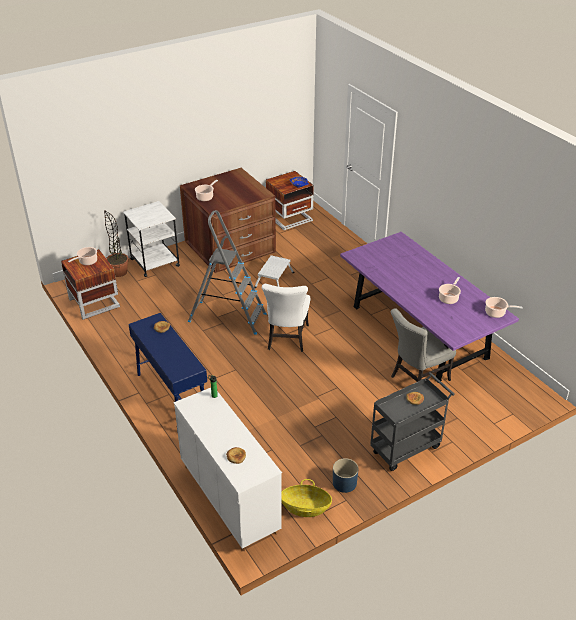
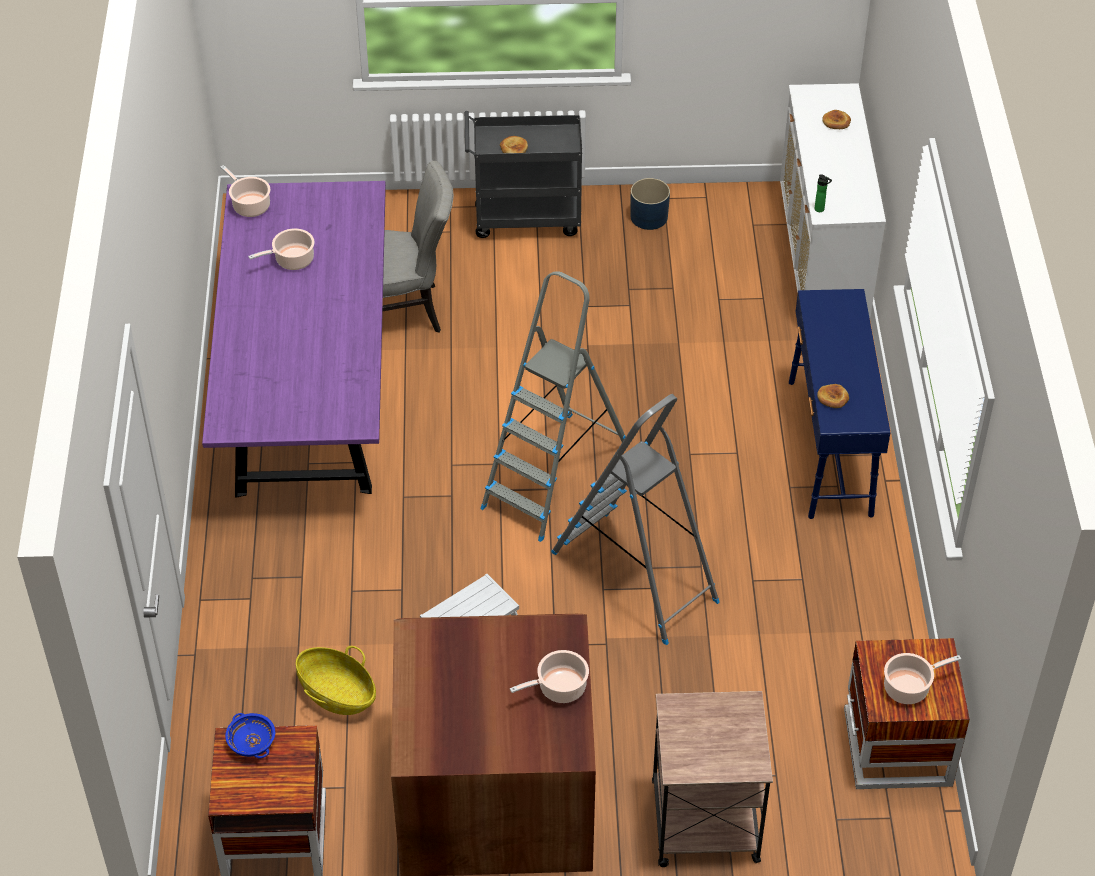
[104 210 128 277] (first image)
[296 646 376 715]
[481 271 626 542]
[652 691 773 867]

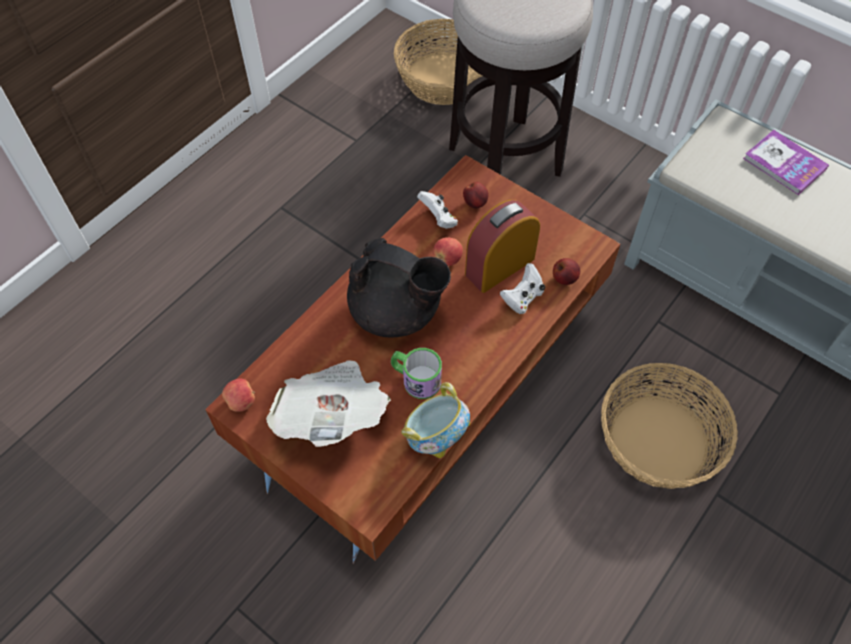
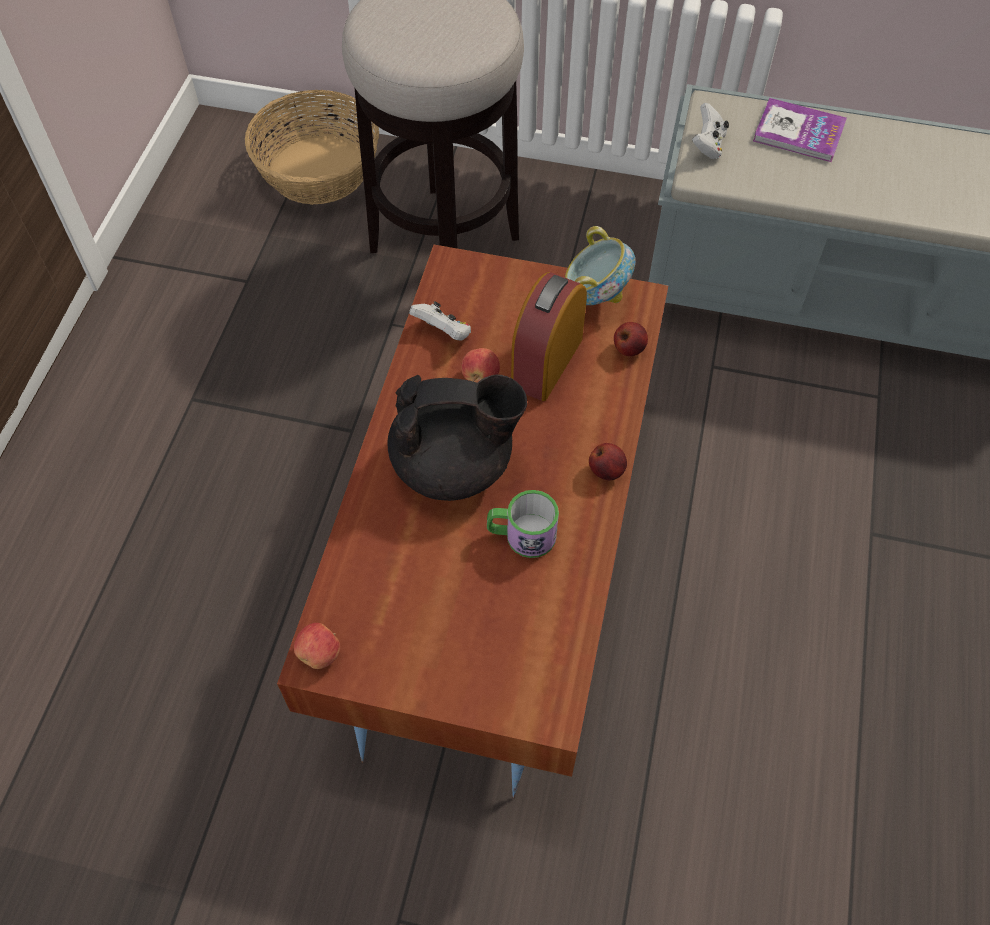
[266 360 391 447] (first image)
[601 363 738 489] (first image)
[565 226 635 305]
[589 443 627 480]
[692 103 729 159]

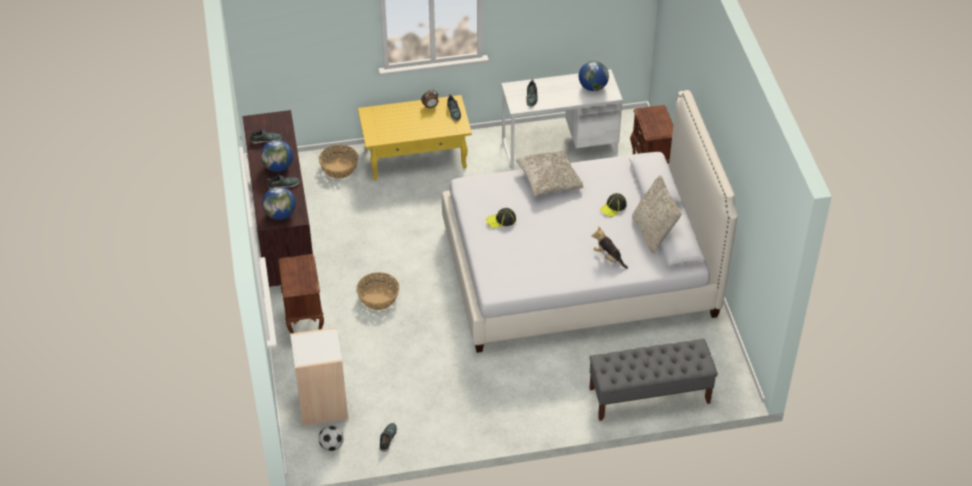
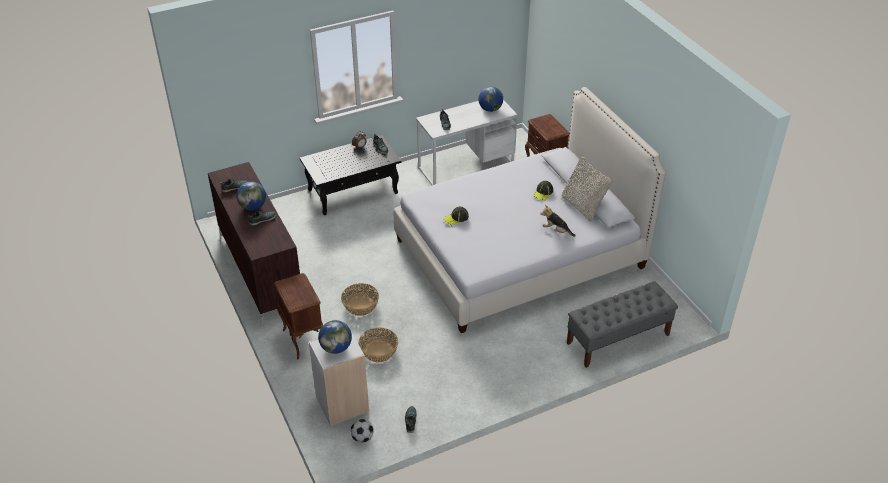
[515 151 584 196] (first image)
[318 320 352 354]
[358 327 398 362]
[300 135 401 215]

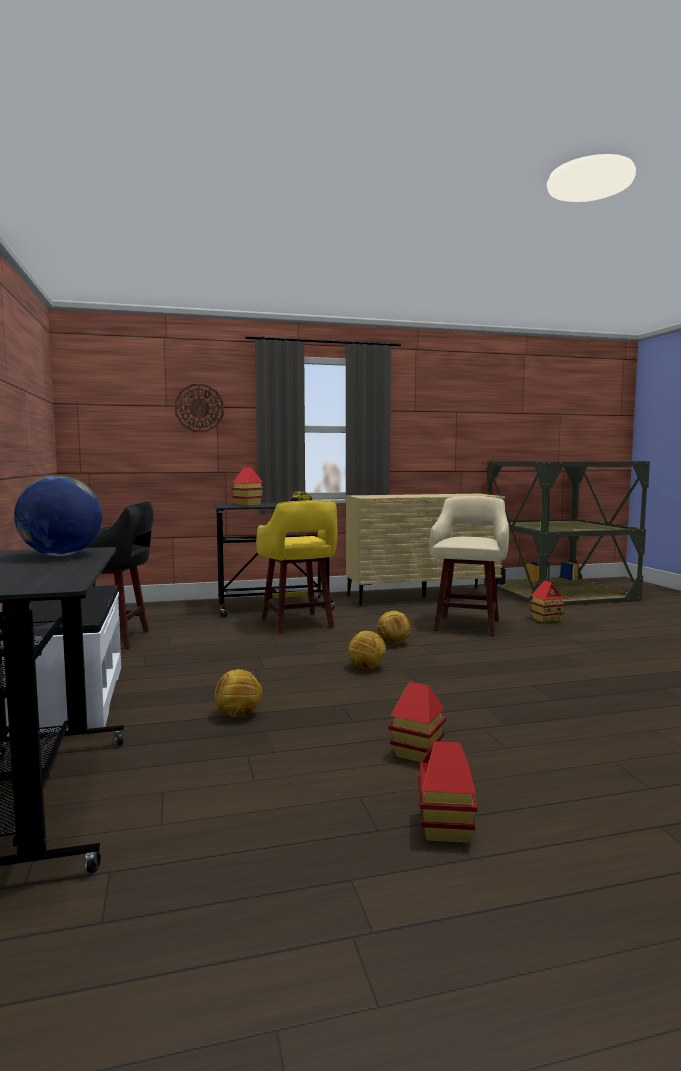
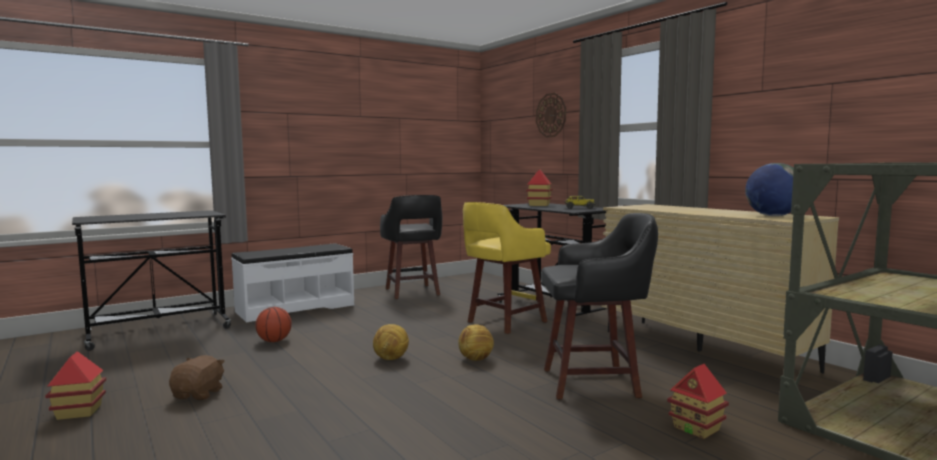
[745 163 794 216]
[255 307 292 342]
[169 355 225 400]
[541 213 658 400]

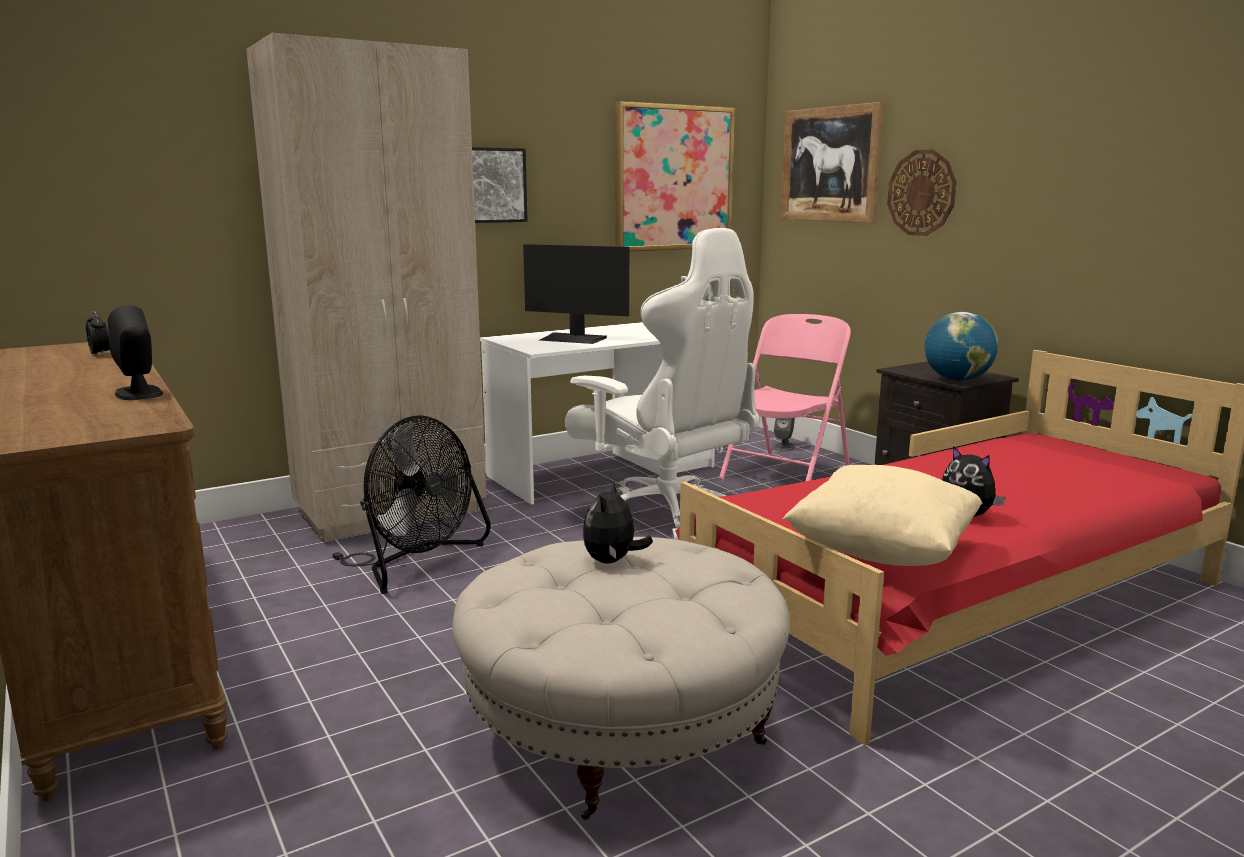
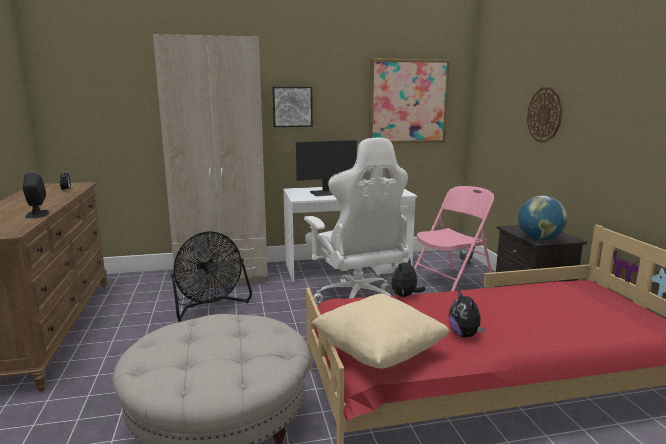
[781 102 884 223] (first image)
[392 258 426 297]
[296 140 357 196]

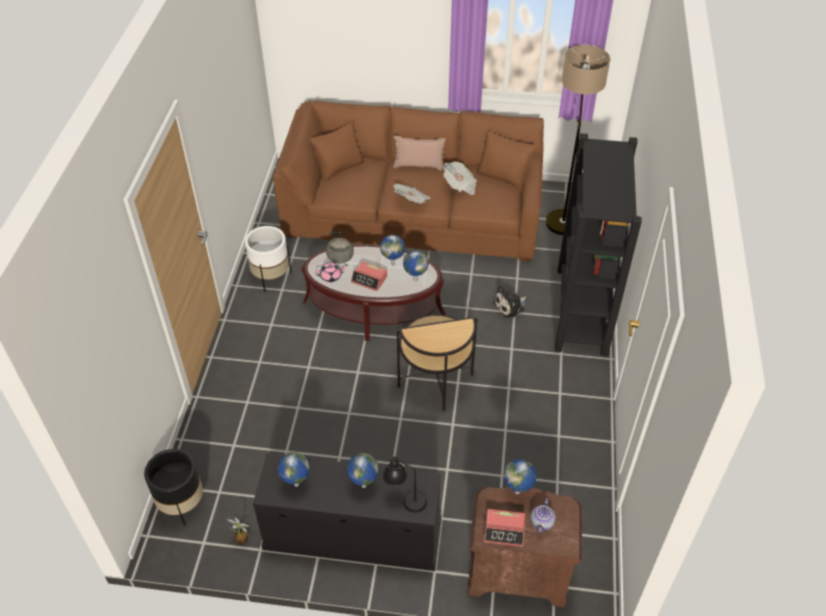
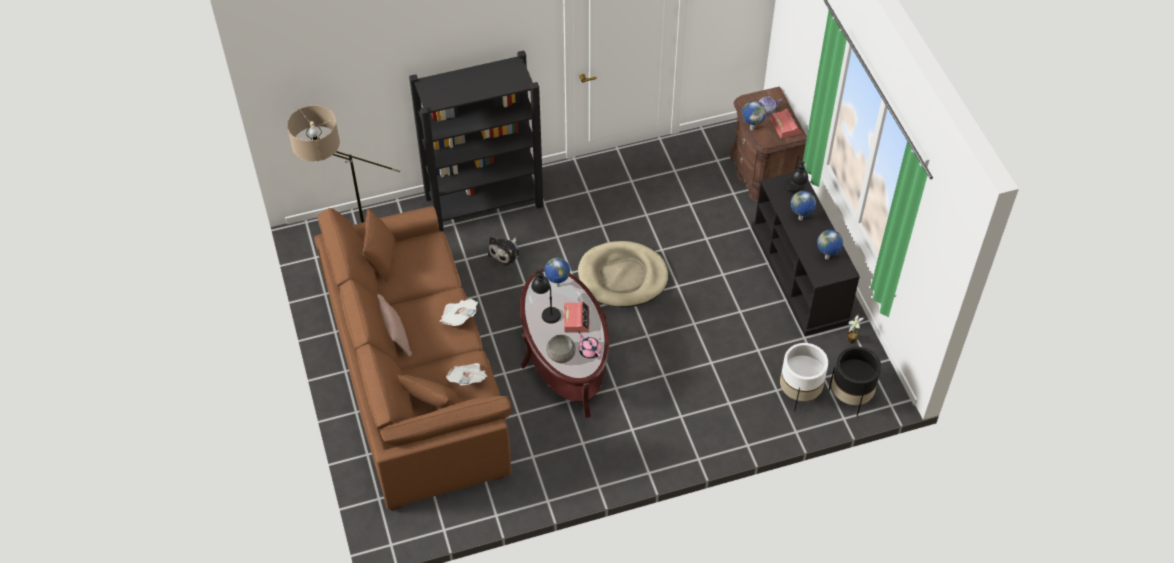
[780 343 828 412]
[446 363 487 385]
[531 269 561 324]
[578 241 668 307]
[488 237 520 266]

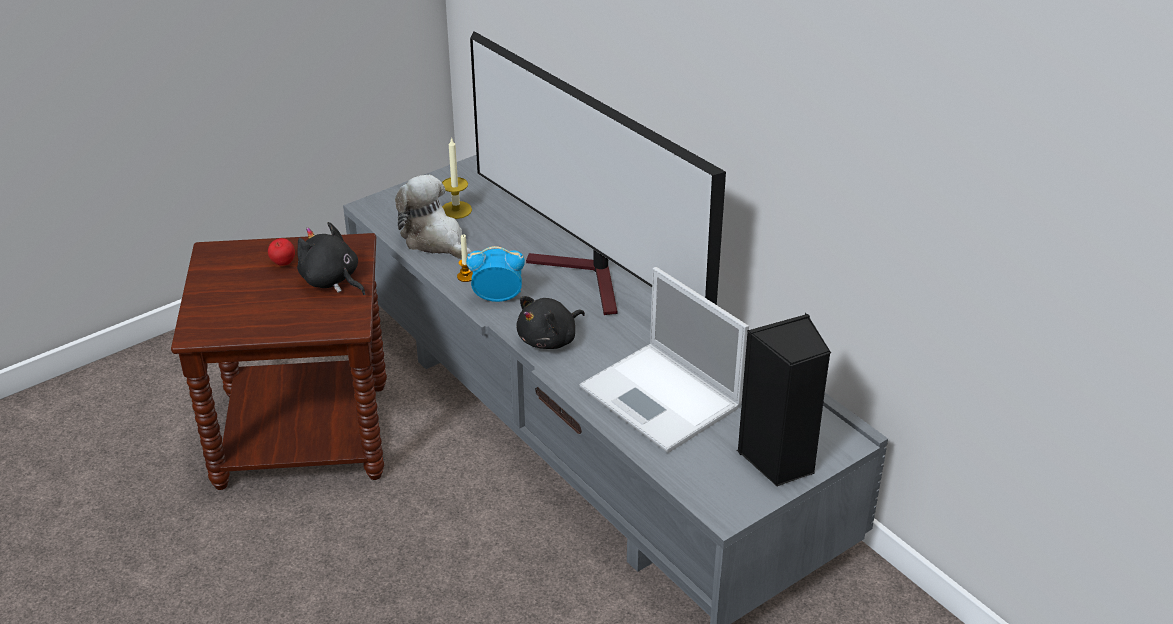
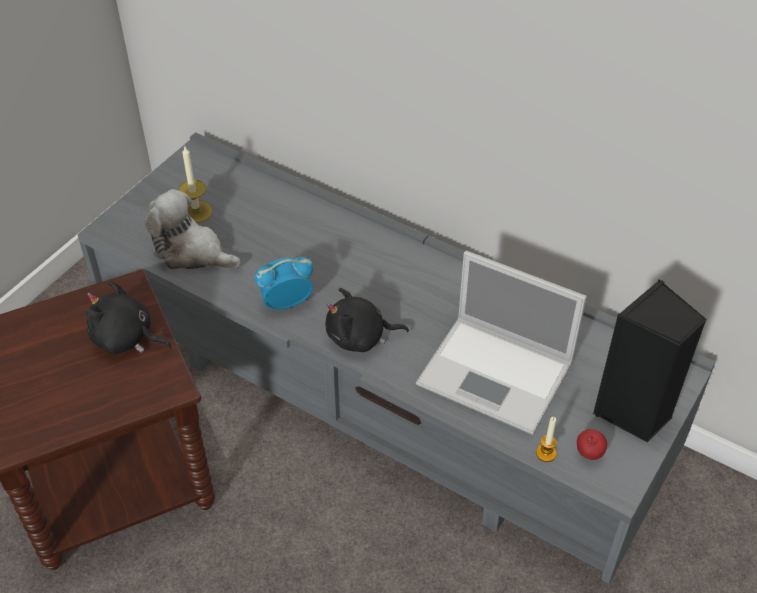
[470 31 726 315] (first image)
[577 429 607 460]
[536 417 557 462]
[325 288 409 352]

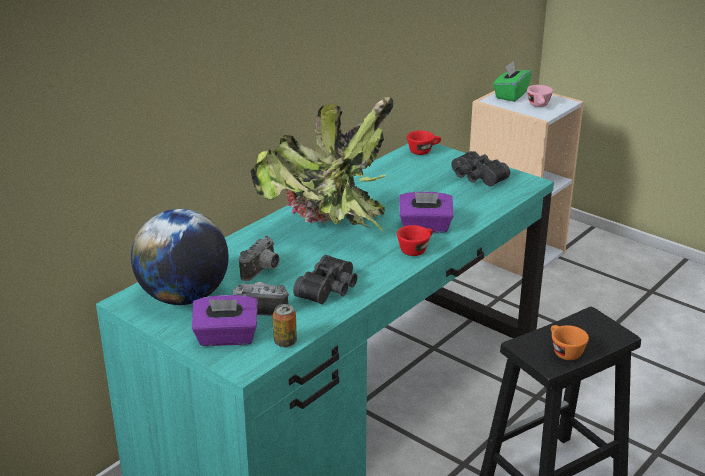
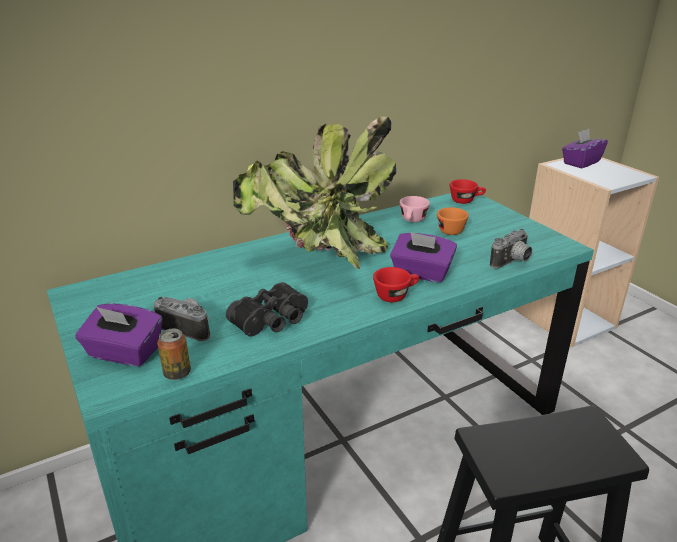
[131 209 229 305] (first image)
[451 151 510 186] (first image)
[490 229 532 269]
[400 196 430 222]
[437 207 469 235]
[562 129 608 169]

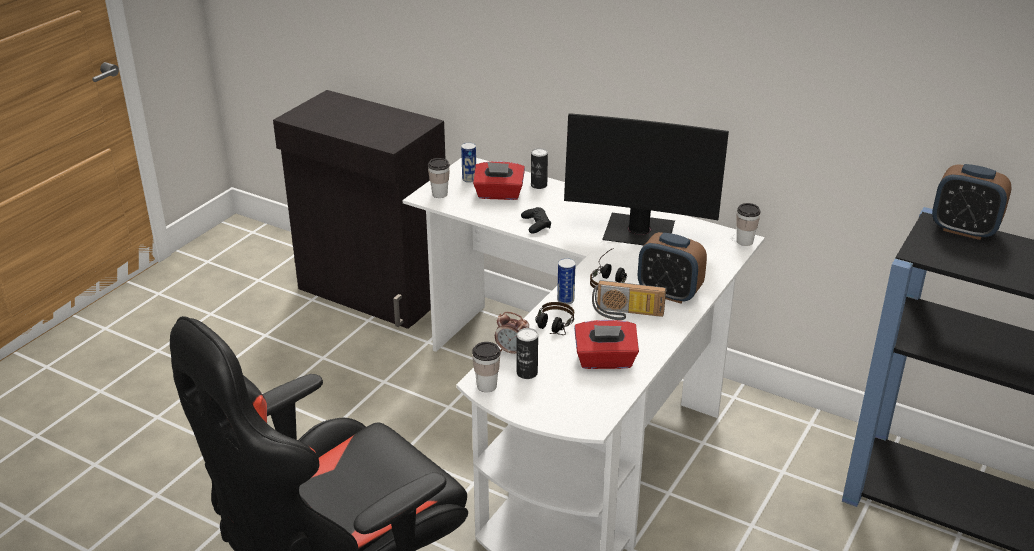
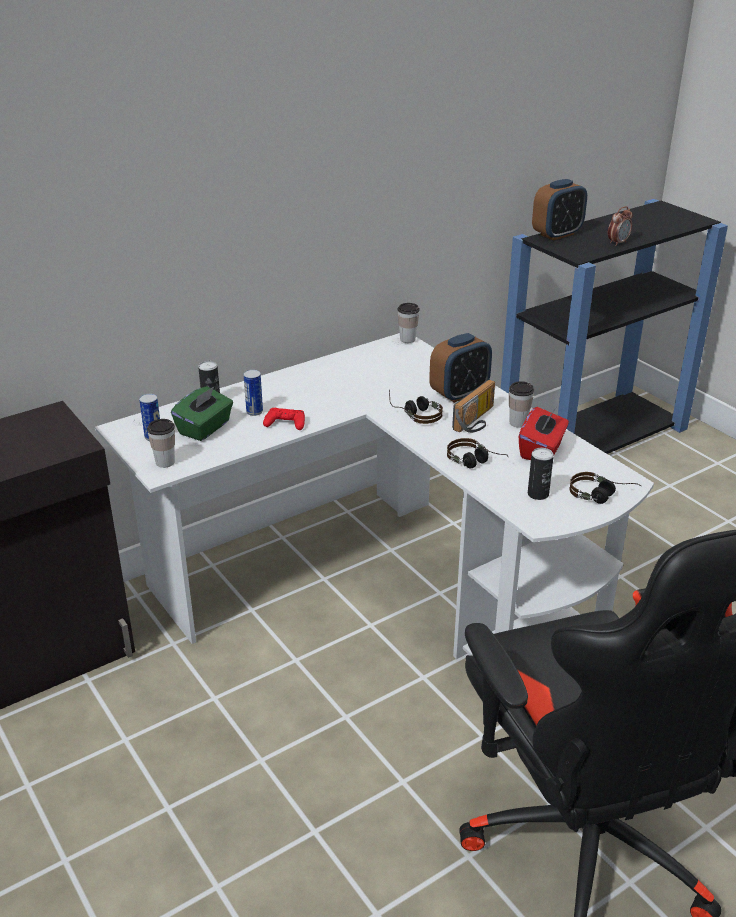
[564 113 729 245] (first image)
[569 472 641 504]
[509 381 534 428]
[608 206 633 246]
[243 370 263 416]
[171 386 233 441]
[263 408 305 430]

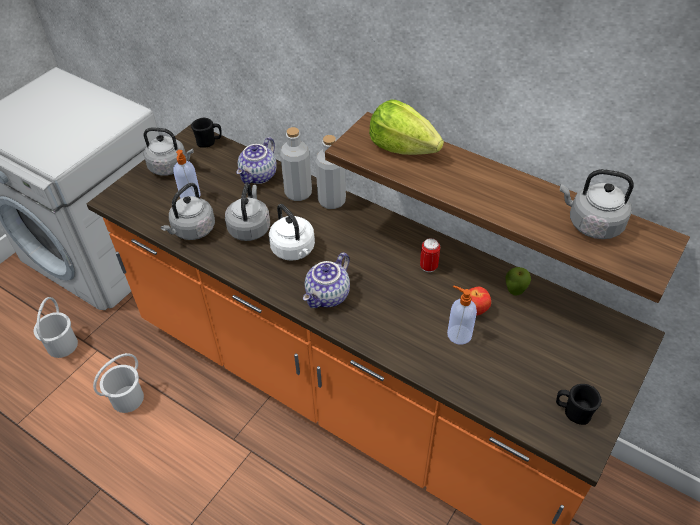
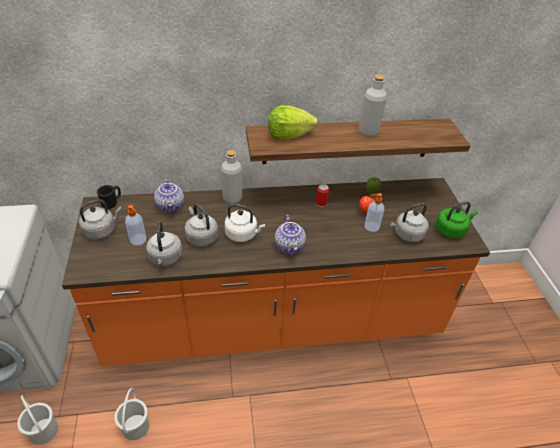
[358 75 387 137]
[390 203 429 242]
[436 201 478 238]

